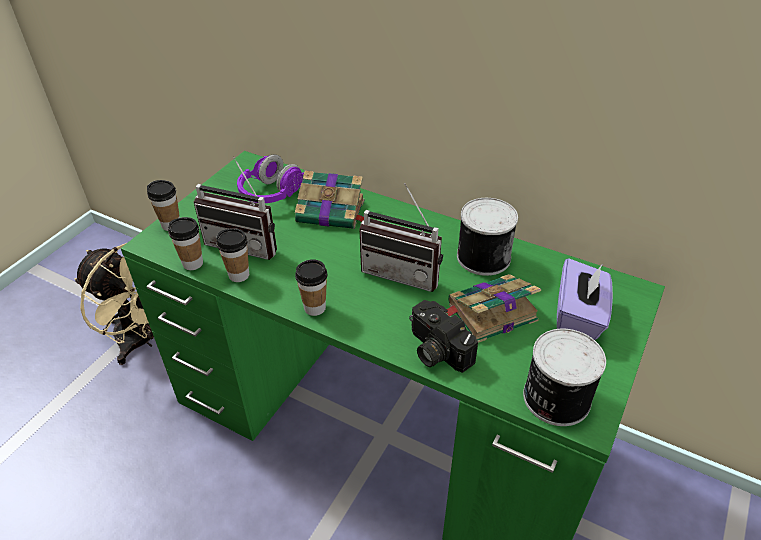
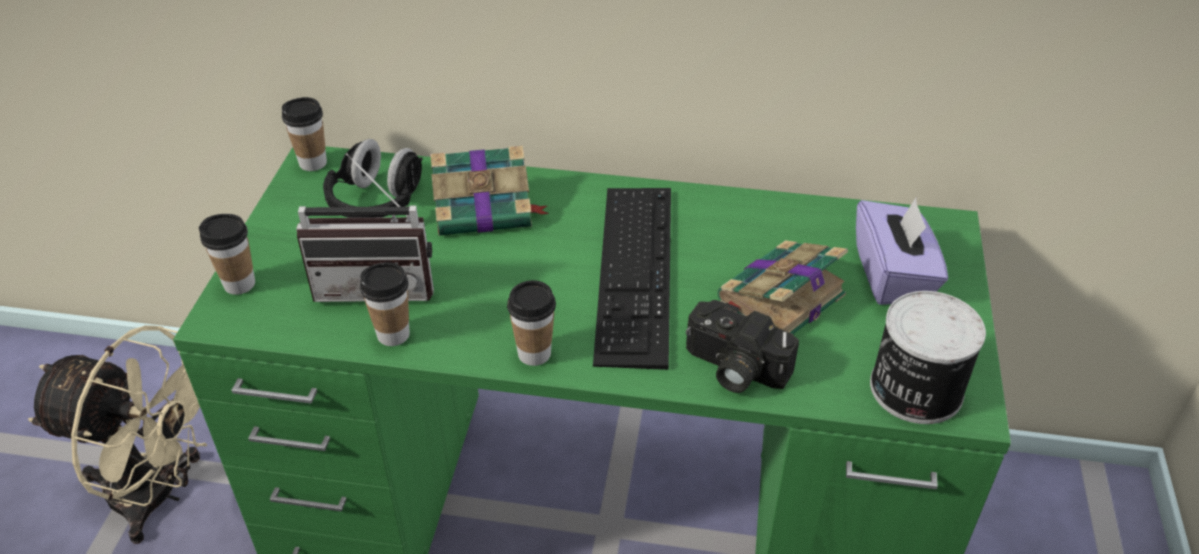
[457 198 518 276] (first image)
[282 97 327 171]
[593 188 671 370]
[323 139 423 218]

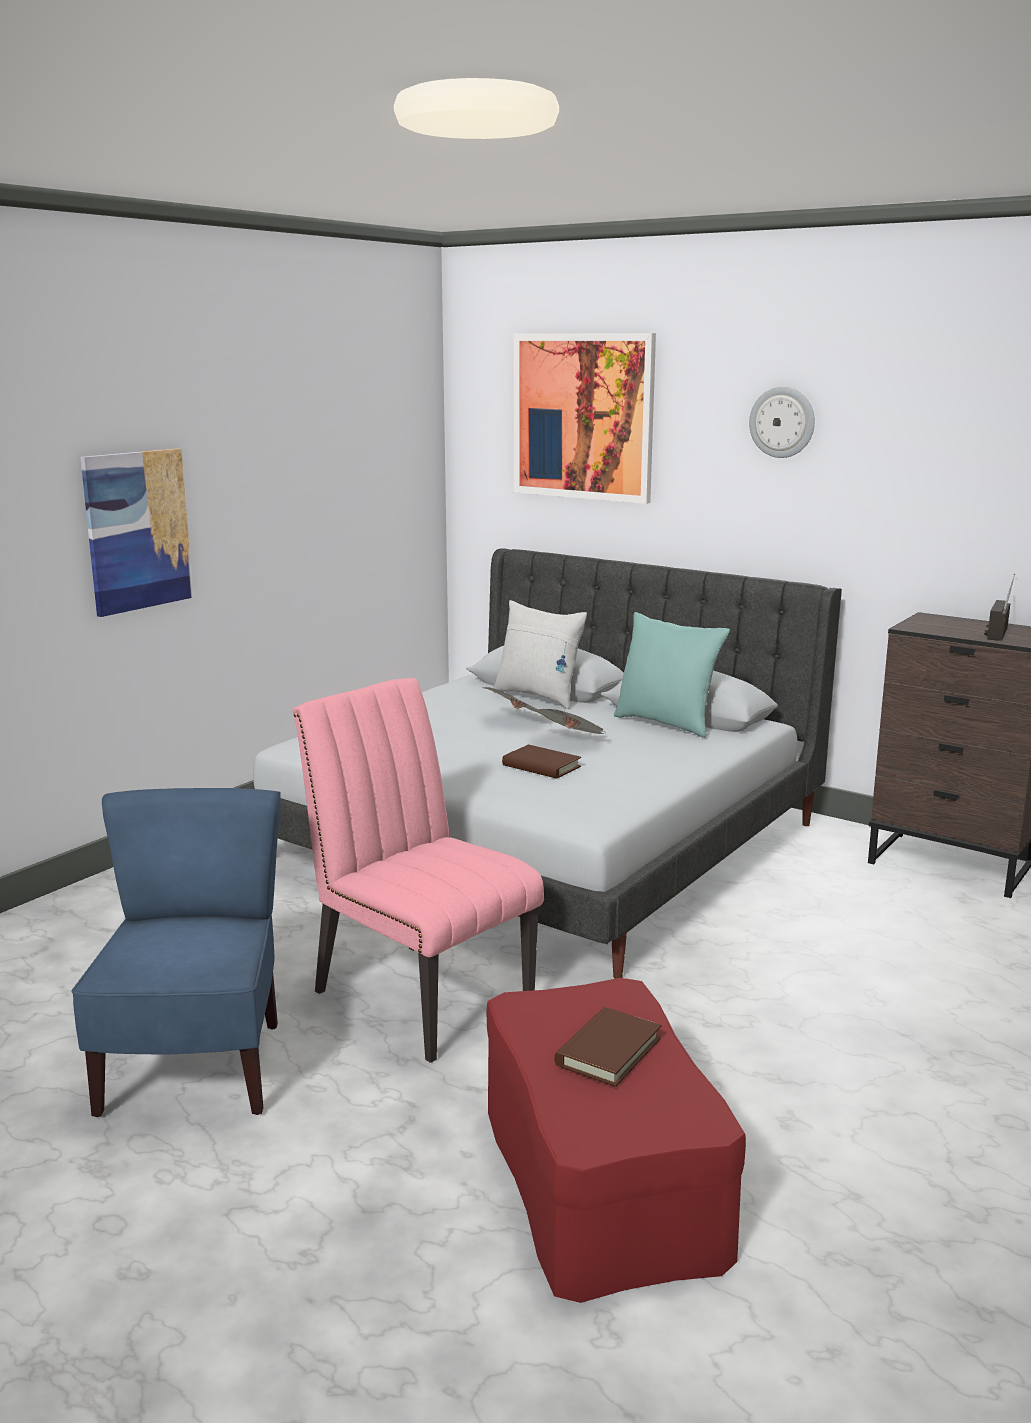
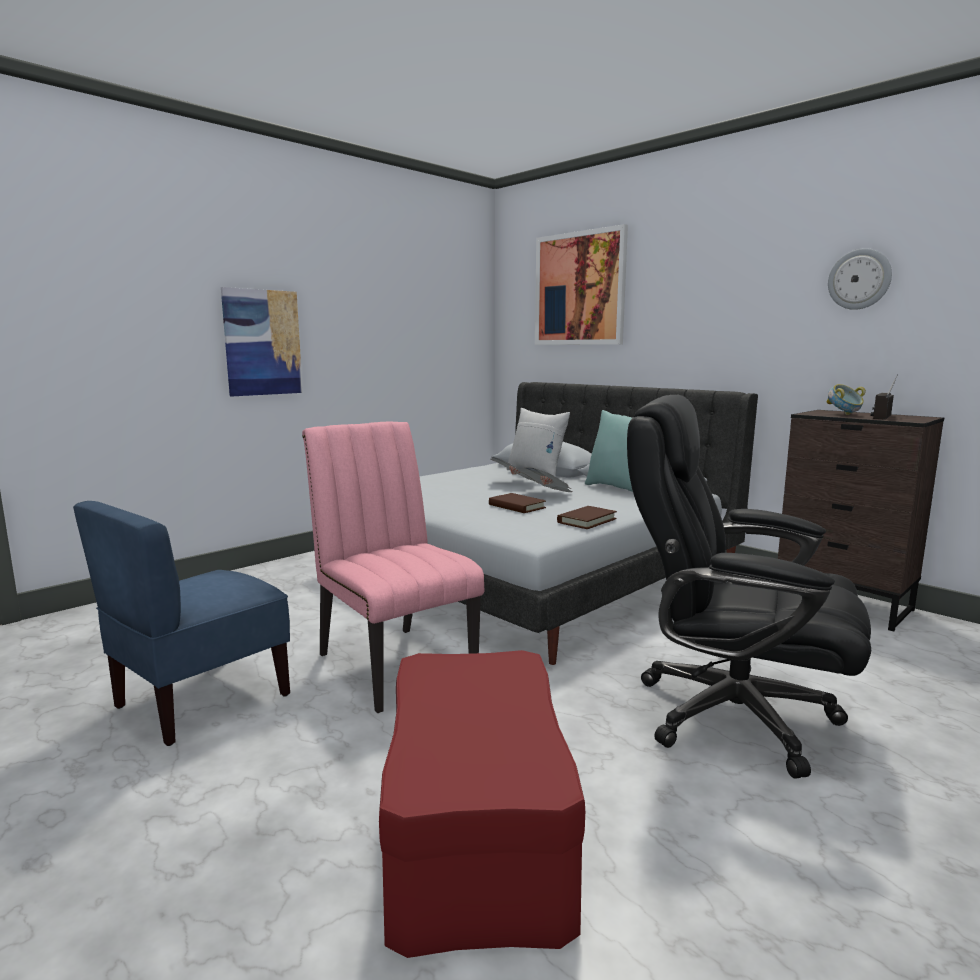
[627 395 871 779]
[827 384 866 415]
[557 506 617 529]
[828 248 892 310]
[73 501 290 746]

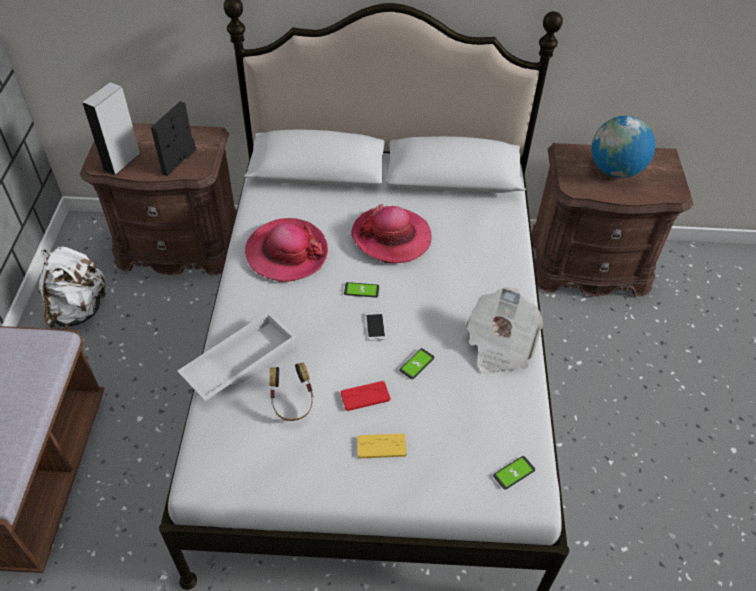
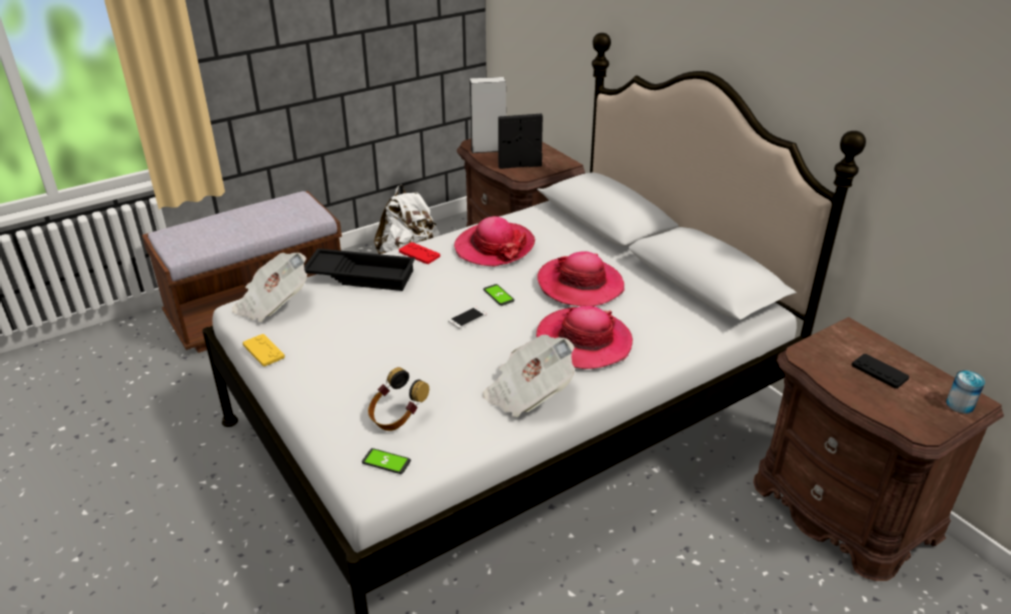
[399 348 434 379] (first image)
[232 252 307 322]
[536 306 633 369]
[946 370 985 414]
[368 367 429 431]
[399 242 440 264]
[243 334 285 366]
[852 354 909 389]
[304 248 415 291]

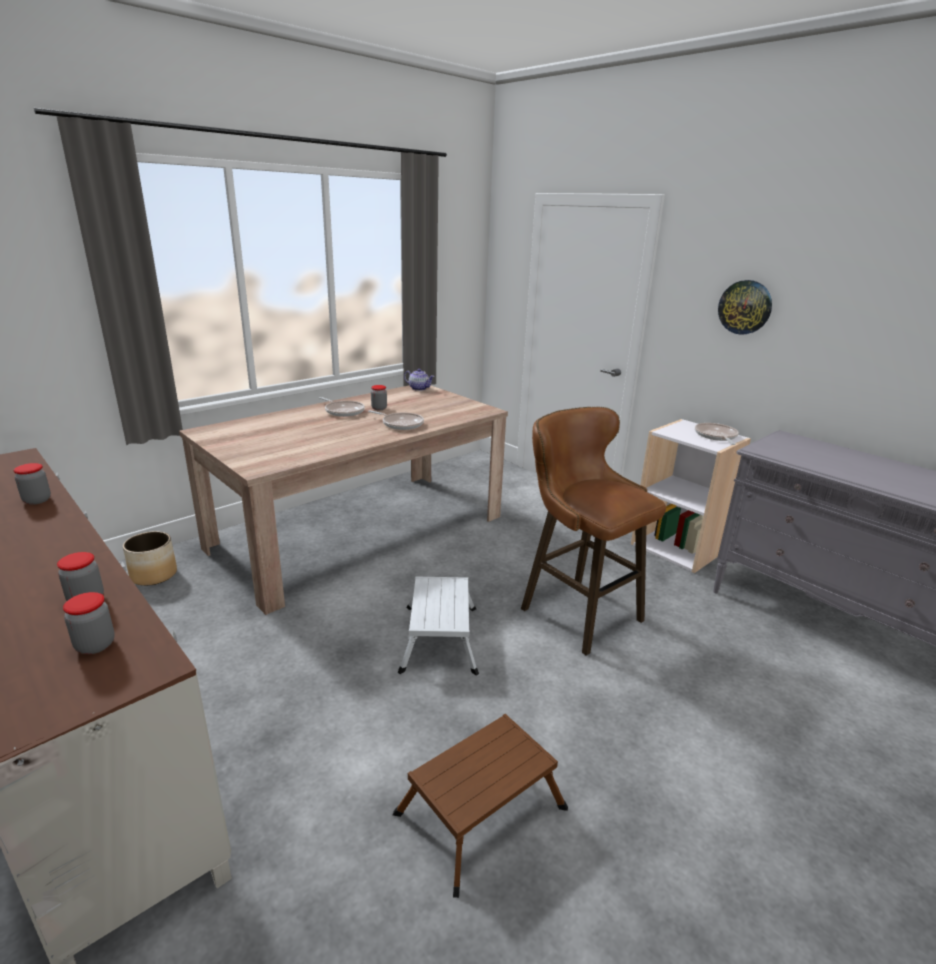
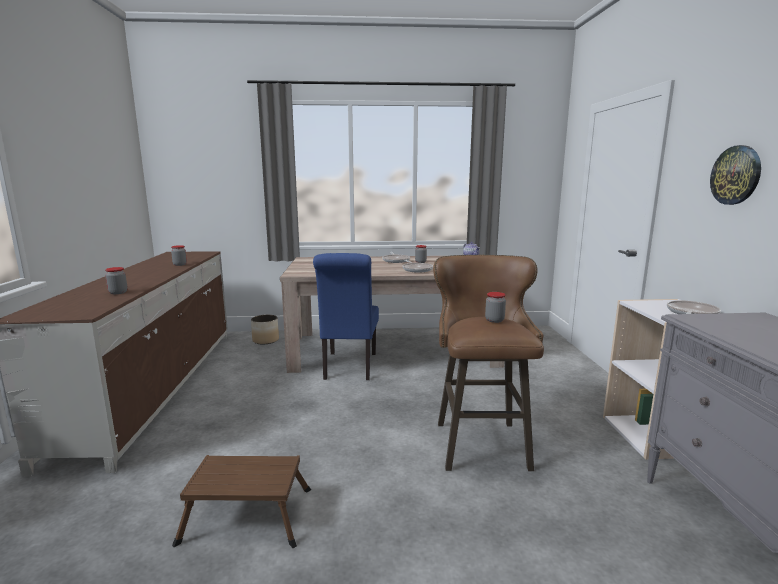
[398 576 479 676] (first image)
[313 253 379 380]
[485 292 506 323]

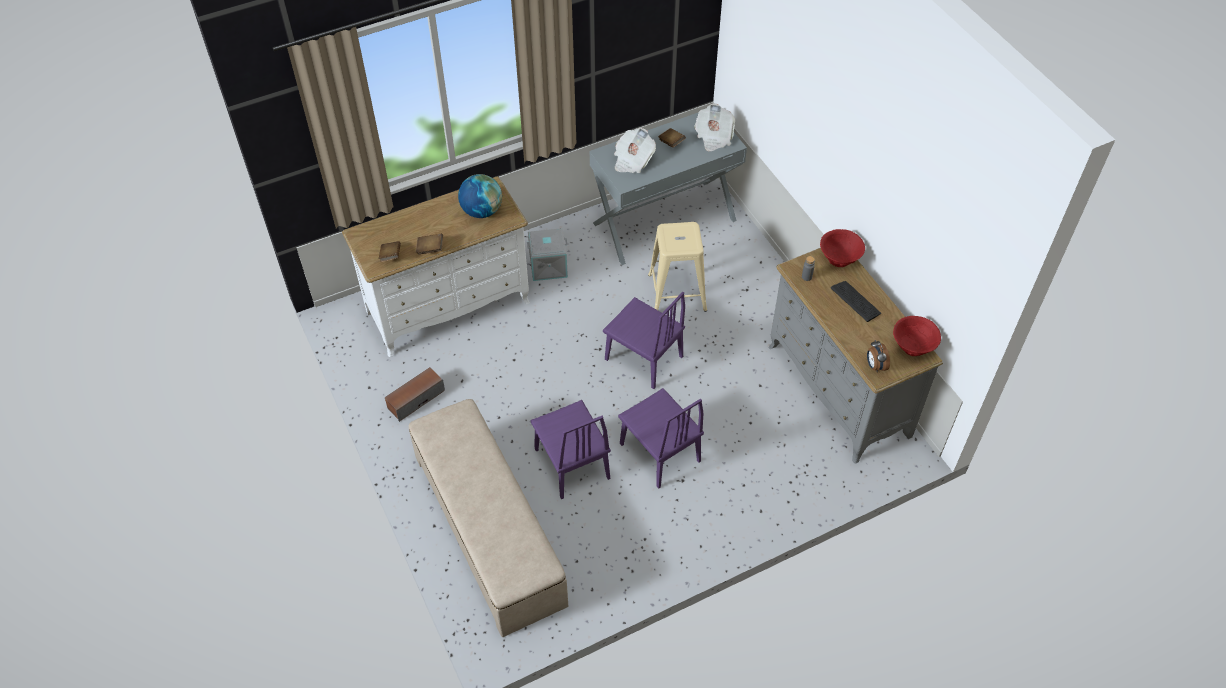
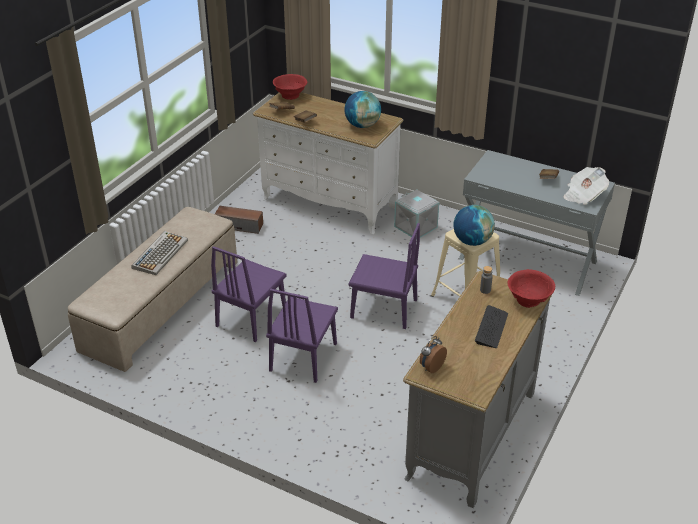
[614 128 656 173] (first image)
[131 231 188 275]
[453 205 495 246]
[273 74 307 100]
[349 223 420 329]

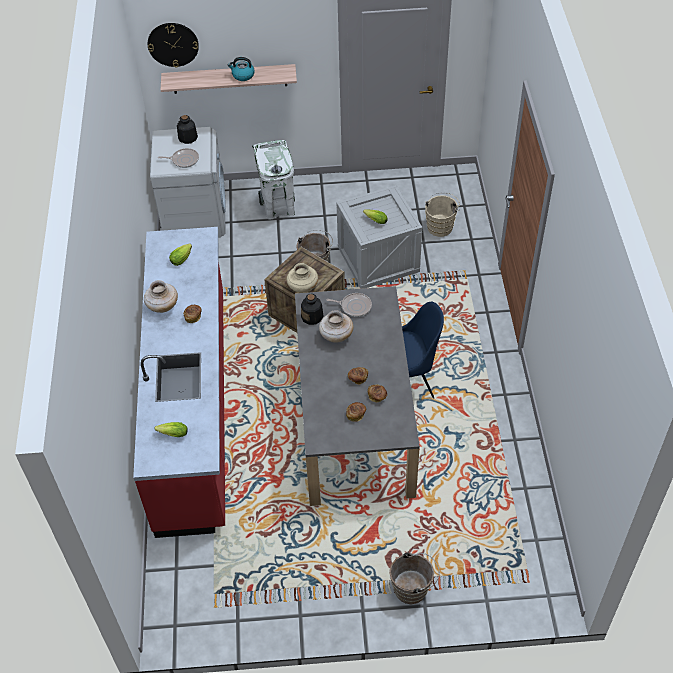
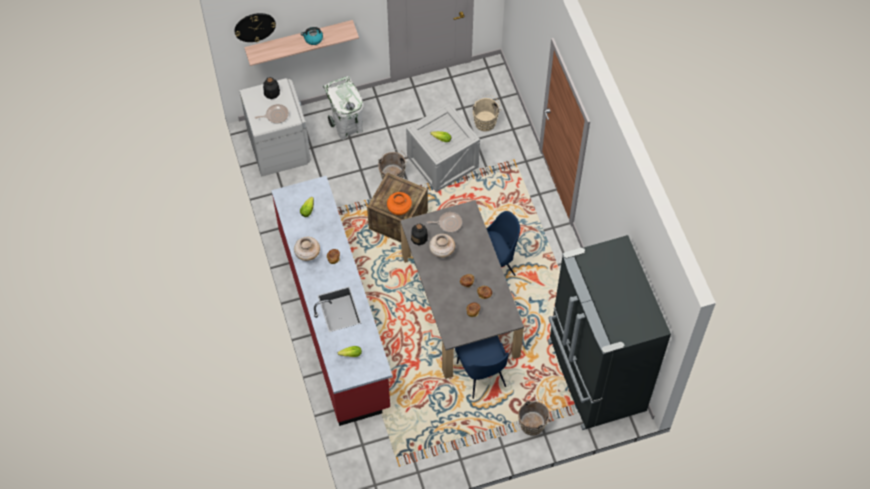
[455 336 509 399]
[547 235 671 430]
[387 192 412 215]

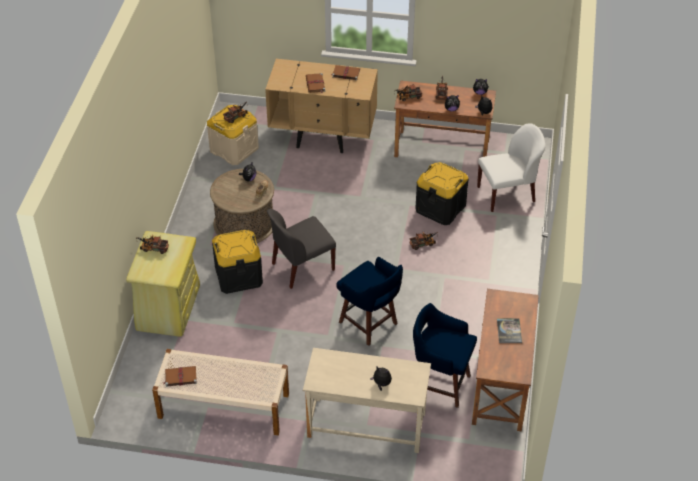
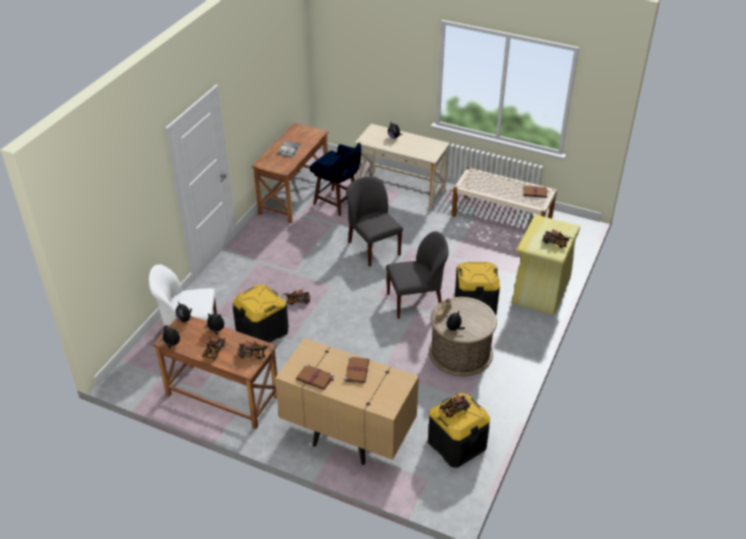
[346 176 403 267]
[428 393 490 468]

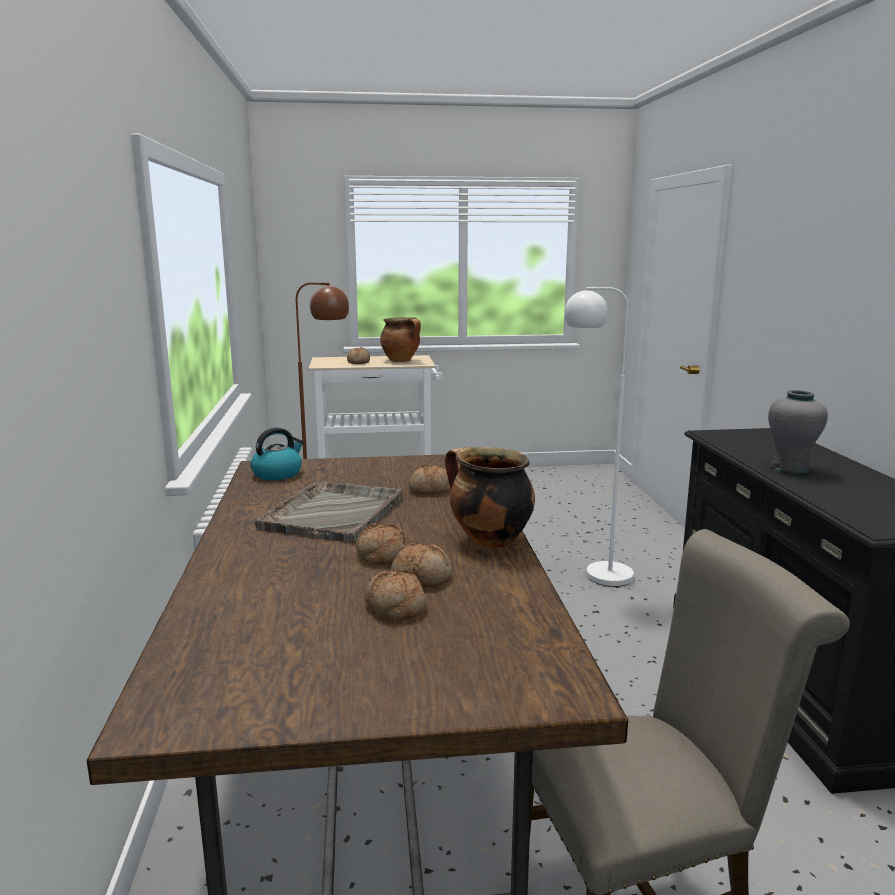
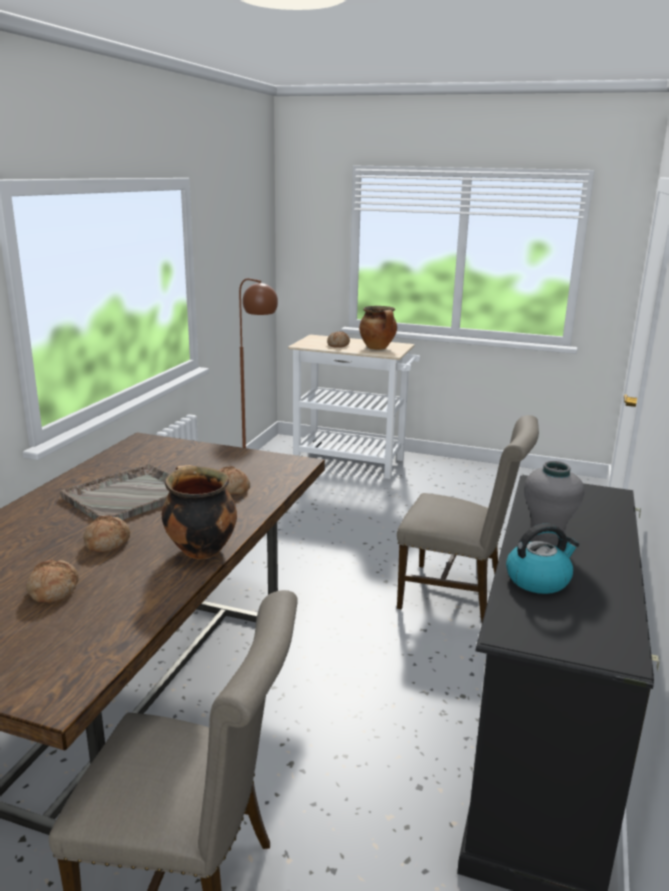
[391 542 452 587] (first image)
[506 524 579 594]
[397 415 539 622]

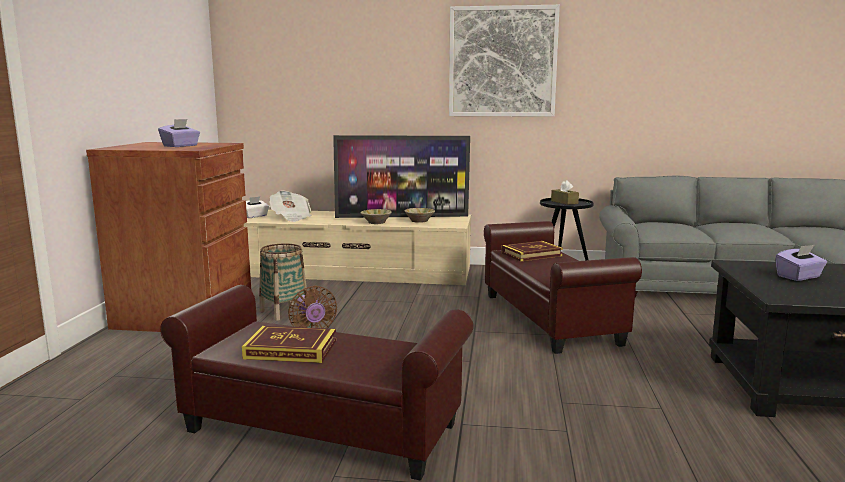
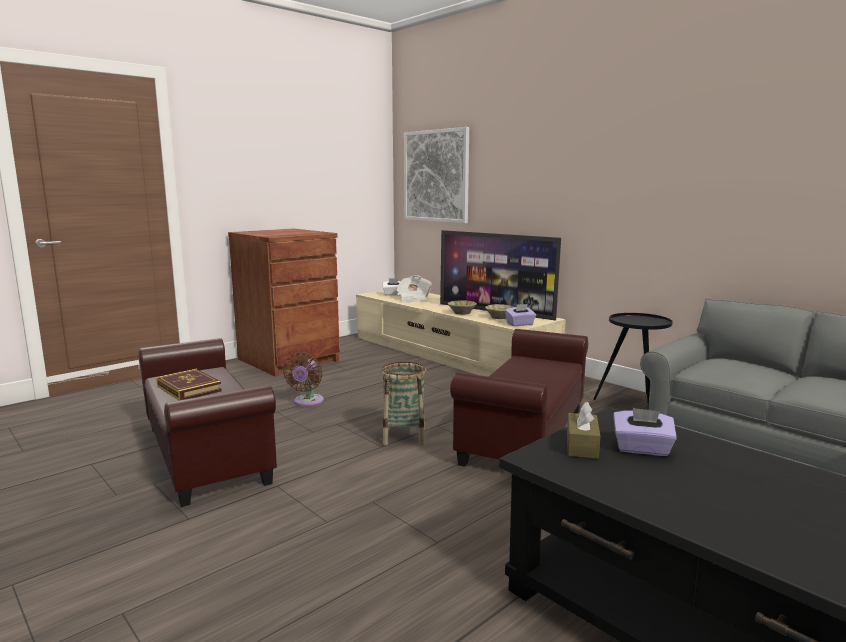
[501 241 563 262] (first image)
[505 304 536 326]
[381 361 426 445]
[404 127 469 223]
[567 402 600 459]

